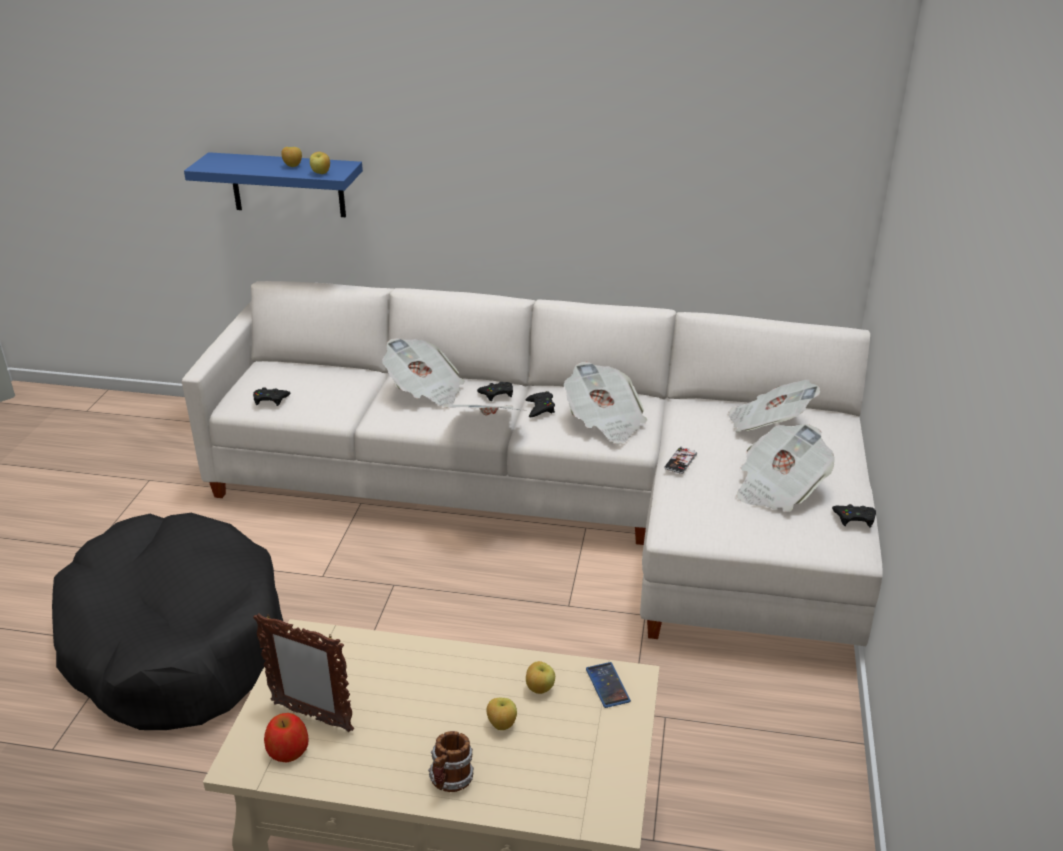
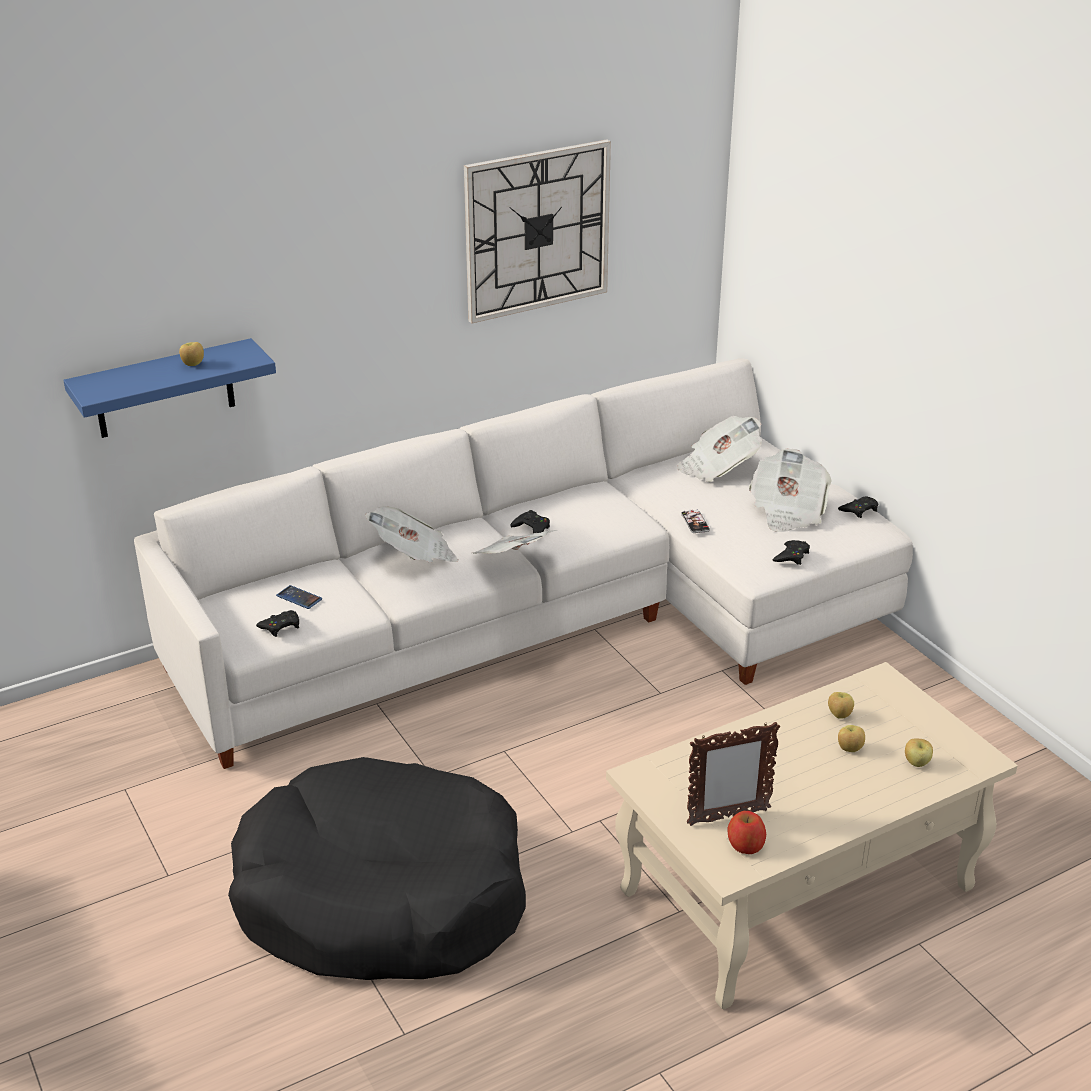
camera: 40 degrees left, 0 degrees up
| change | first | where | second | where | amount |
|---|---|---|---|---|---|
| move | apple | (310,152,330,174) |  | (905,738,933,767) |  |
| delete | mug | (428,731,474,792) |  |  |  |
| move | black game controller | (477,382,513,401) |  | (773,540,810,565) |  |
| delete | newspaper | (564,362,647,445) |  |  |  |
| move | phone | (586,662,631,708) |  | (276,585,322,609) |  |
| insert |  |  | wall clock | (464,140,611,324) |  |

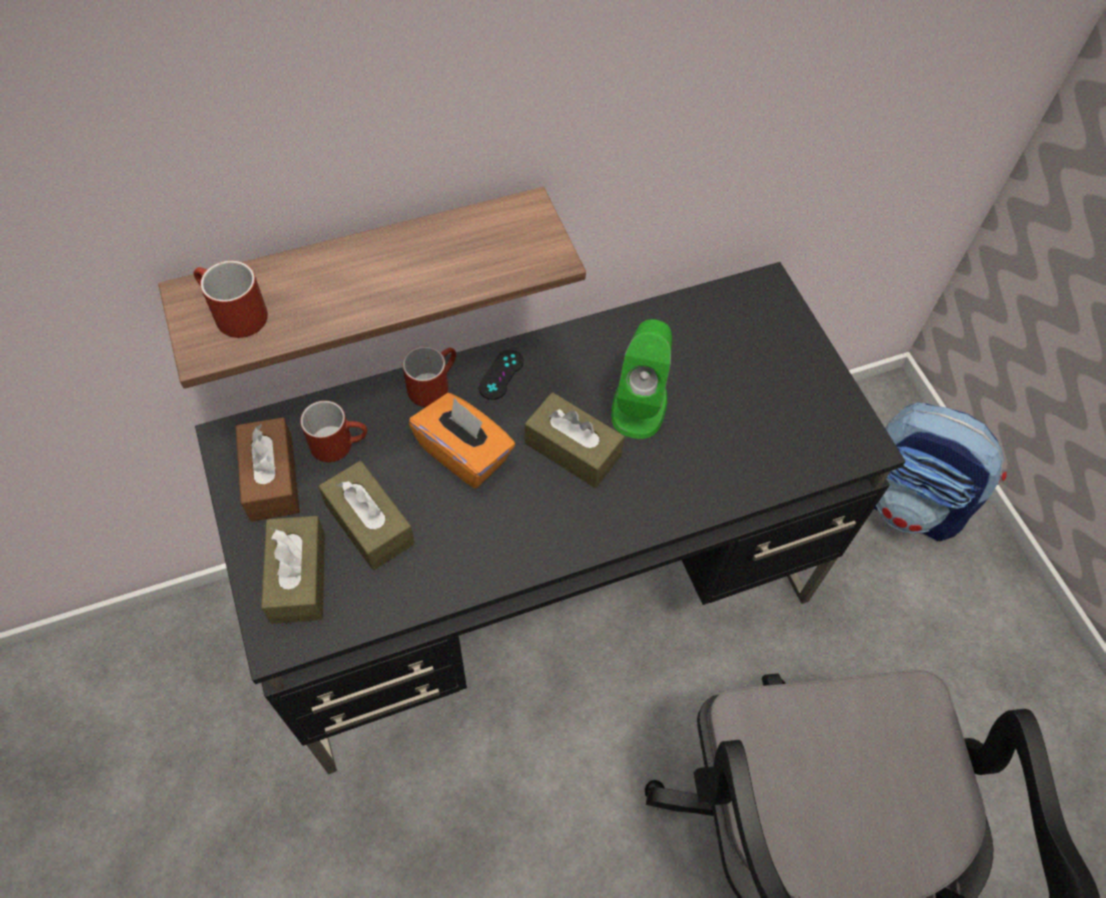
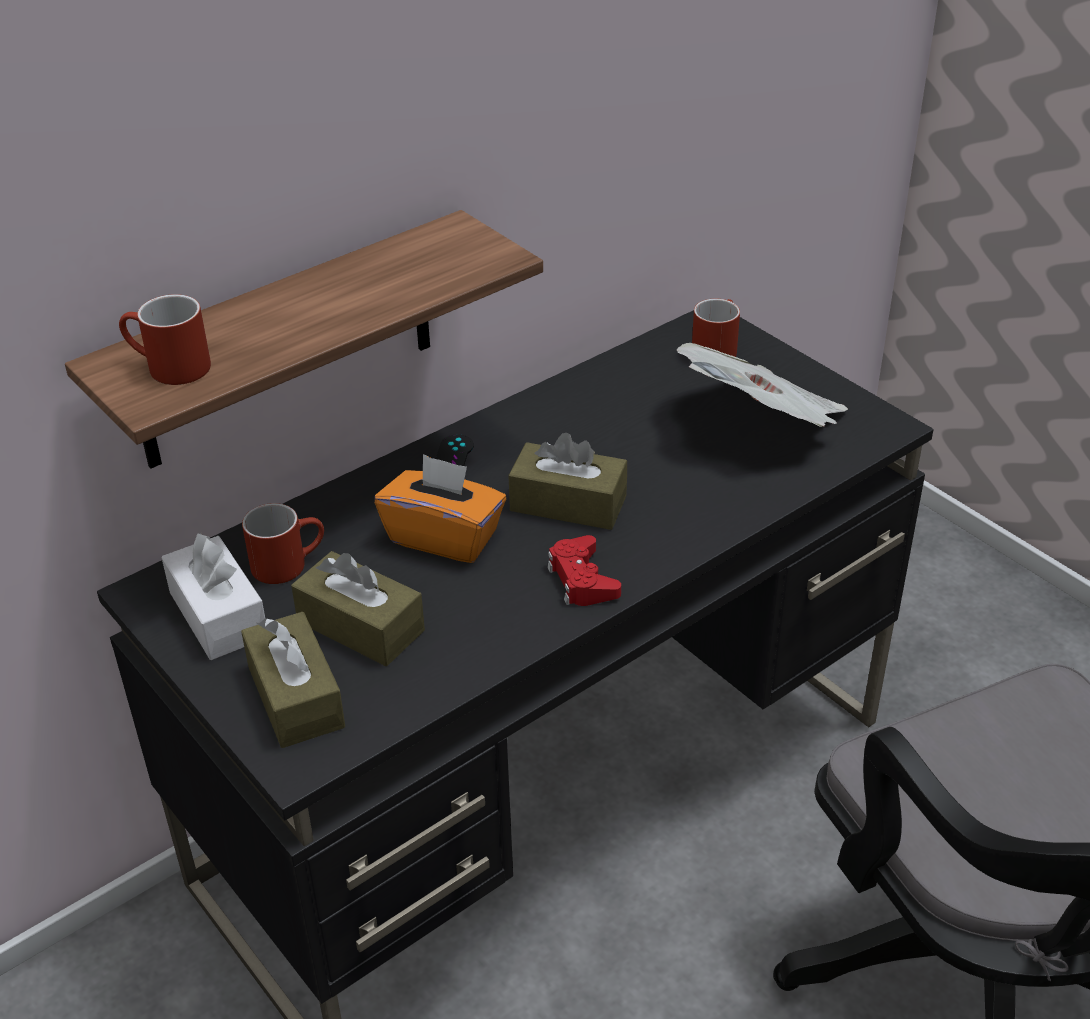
camera: 15 degrees left, 20 degrees down
| change | first | where | second | where | amount |
|---|---|---|---|---|---|
| recolor | brown tissue box | (236,417,300,522) | white tissue box | (161,533,265,660) |  |
| move | red mug | (403,347,456,407) |  | (692,299,740,357) |  |
| delete | green speaker | (611,319,672,439) |  |  |  |
| delete | backpack | (874,402,1007,541) |  |  |  |
| insert |  |  | red game controller | (547,535,621,606) |  |
| insert |  |  | newspaper | (677,343,848,427) |  |

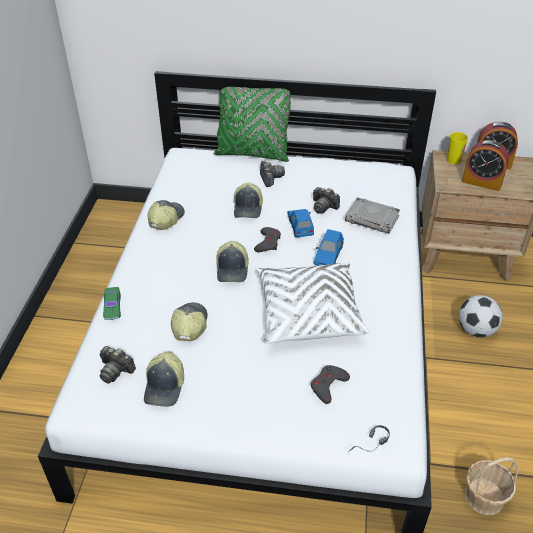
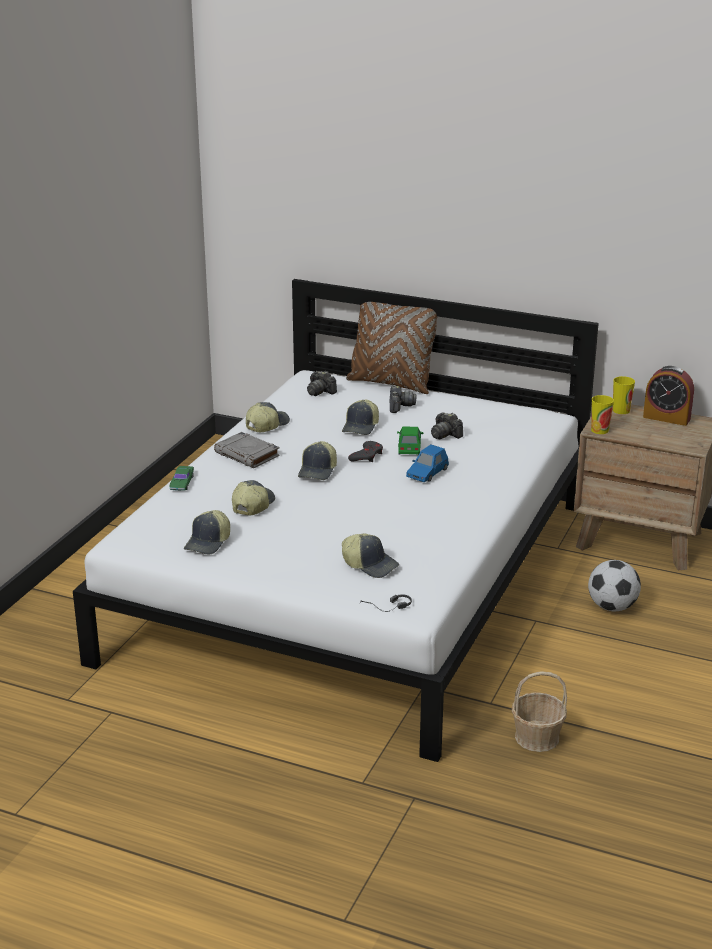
camera: 15 degrees right, 15 degrees down
| change | first | where | second | where | amount |
|---|---|---|---|---|---|
| move | photo camera | (99,346,136,383) |  | (307,371,337,396) |  |
| recolor | green pillow | (214,87,291,162) | brown pillow | (346,302,438,394) |  |
| delete | white pillow | (256,263,369,344) |  |  |  |
| recolor | blue toy car | (287,209,314,237) | green toy car | (397,426,424,455) |  |
| replace | grey game controller | (311,365,350,404) | cap | (342,534,399,578) |  |
| move | grey book | (345,197,400,234) |  | (214,432,280,468) |  |
| delete | alarm clock | (462,140,509,191) |  |  |  |
| insert |  |  | cup | (591,395,614,434) |  |

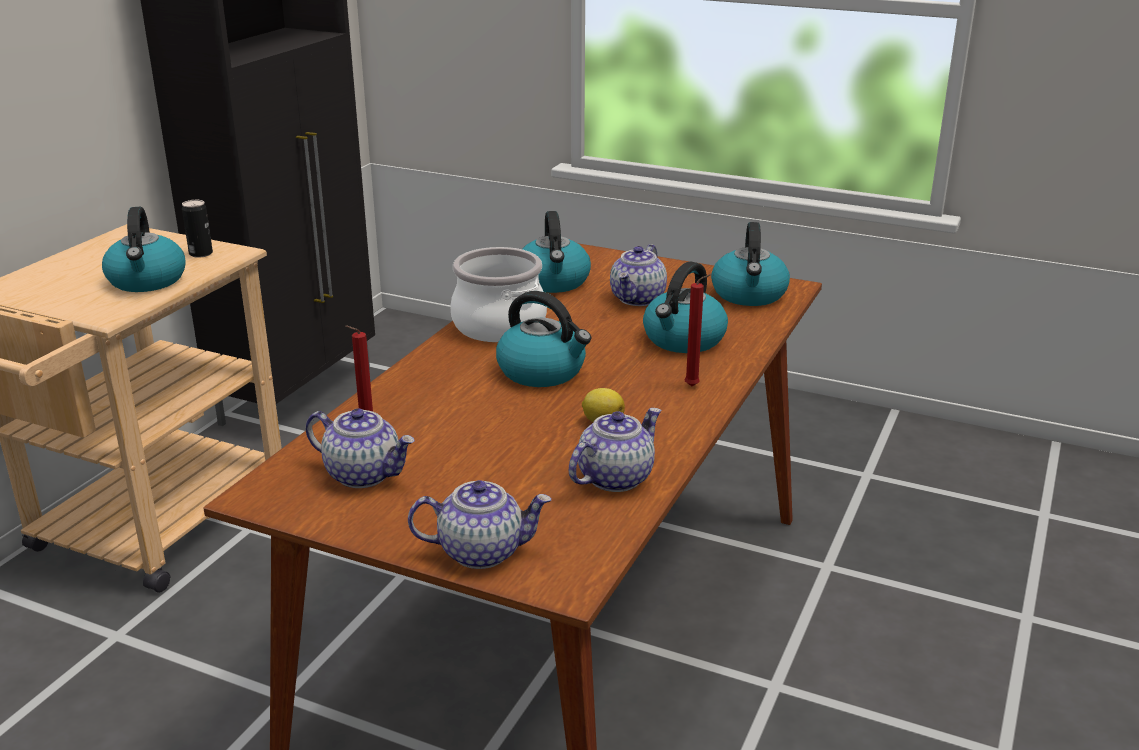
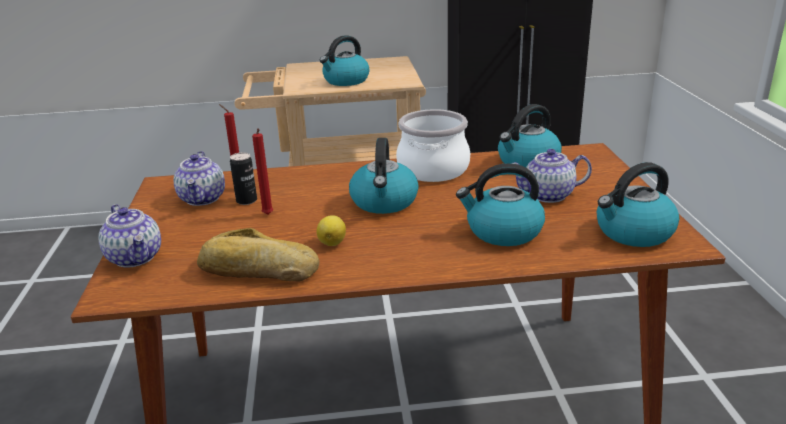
camera: 60 degrees right, 0 degrees up
| change | first | where | second | where | amount |
|---|---|---|---|---|---|
| move | can | (182,200,213,258) |  | (230,152,257,205) |  |
| replace | teapot | (569,408,661,492) | bread | (197,228,319,281) |  |
| move | red candle | (685,274,712,386) |  | (252,128,273,215) |  |

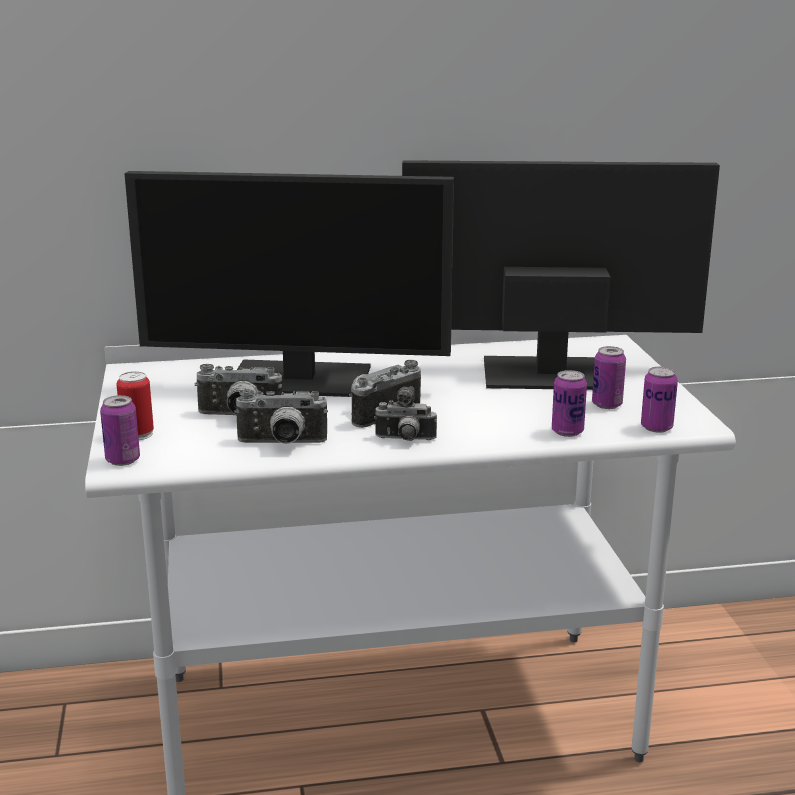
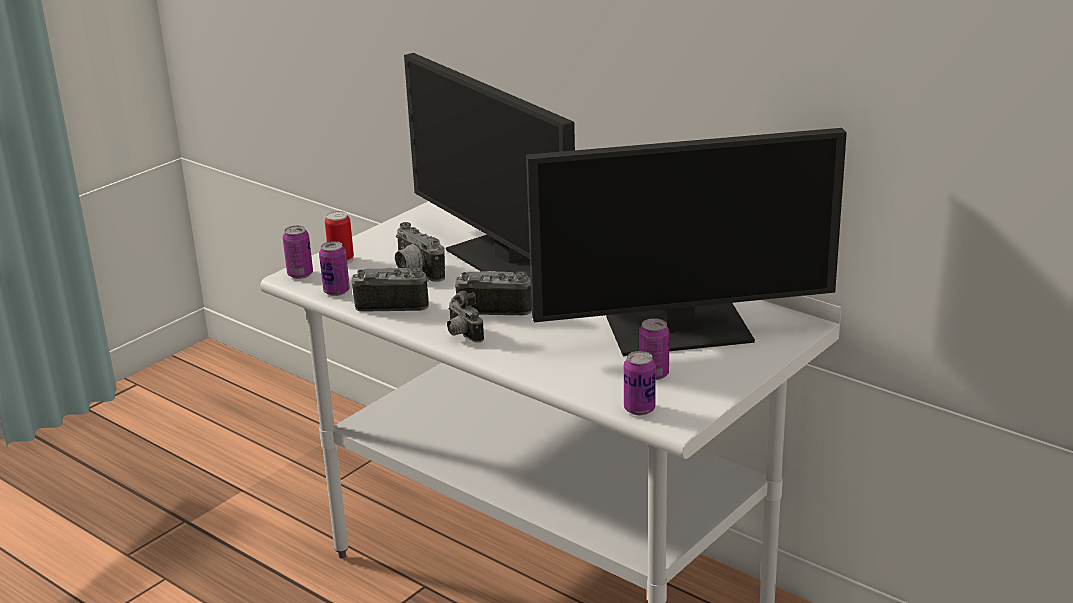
camera: 50 degrees right, 5 degrees up
| change | first | where | second | where | amount |
|---|---|---|---|---|---|
| rotate | photo camera | (234,389,328,444) |  | (352,267,429,312) | 135 degrees clockwise |
| rotate | monitor | (402,160,720,390) |  | (526,128,847,356) | 120 degrees clockwise |
| move | can | (552,370,587,437) |  | (319,241,350,296) |  |

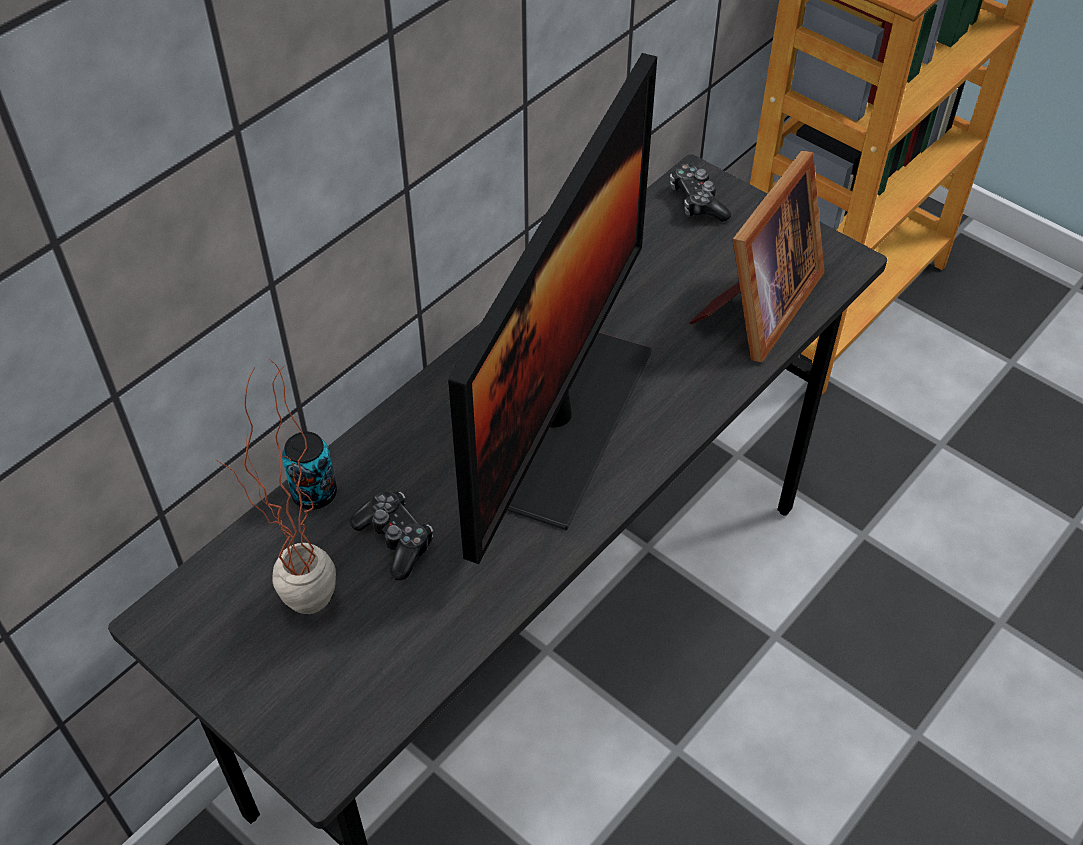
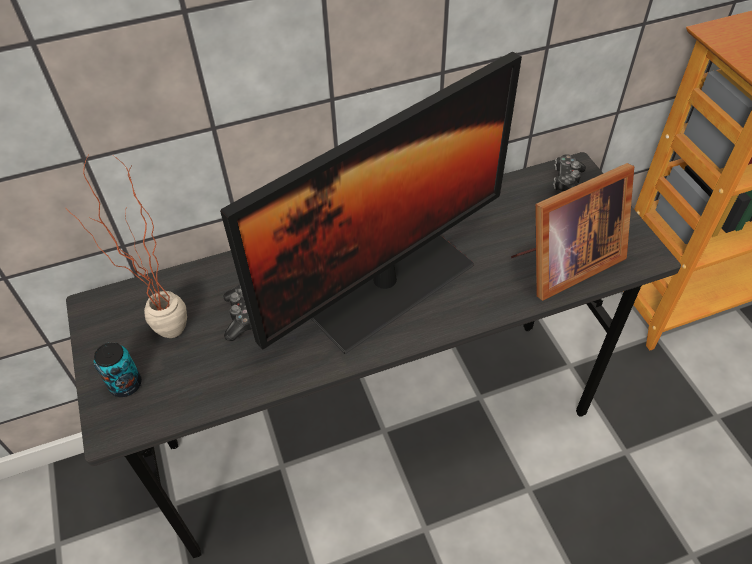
camera: 30 degrees right, 0 degrees up
| change | first | where | second | where | amount |
|---|---|---|---|---|---|
| move | can | (282,432,337,510) |  | (94,342,142,397) |  |

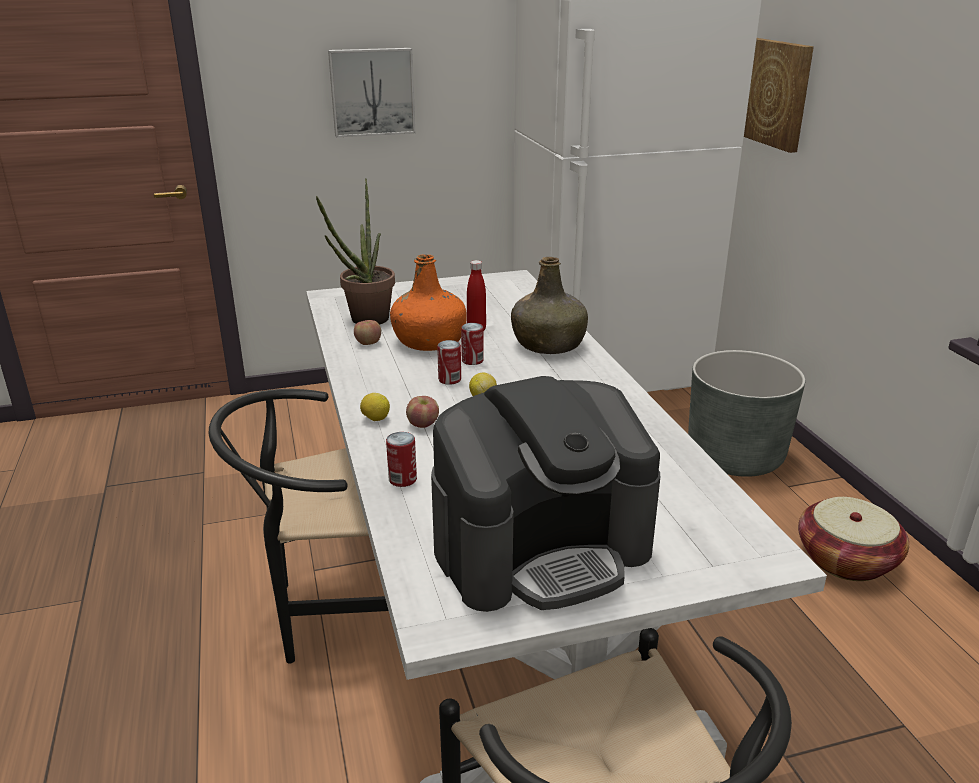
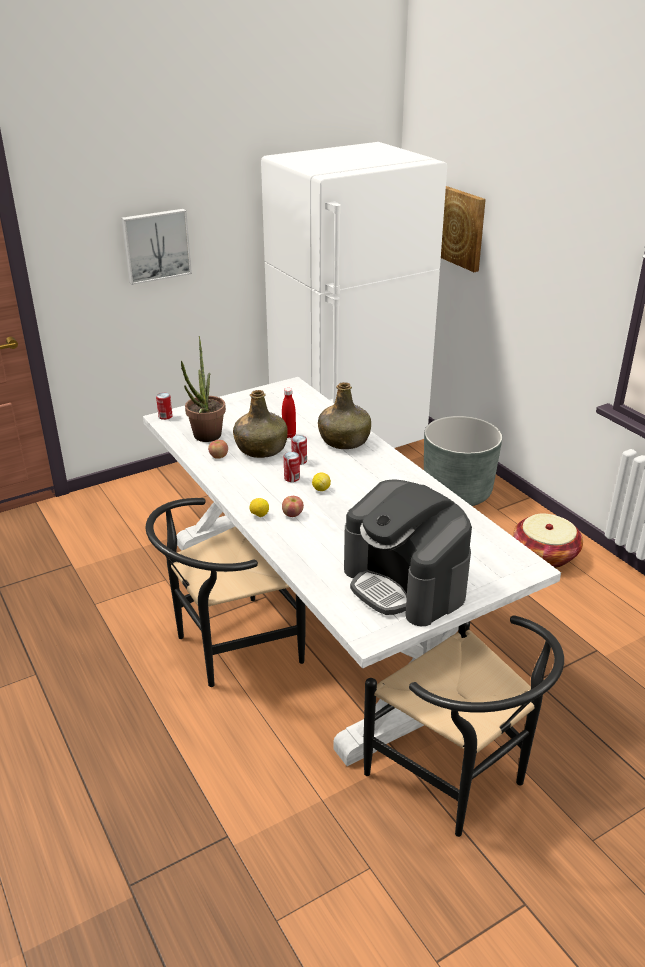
camera: 15 degrees left, 5 degrees up
| change | first | where | second | where | amount |
|---|---|---|---|---|---|
| move | can | (386,432,417,487) |  | (156,393,173,420) |  |
| recolor | orange bottle | (390,254,466,351) | green bottle | (233,390,288,458) |  |
| rotate | coffee machine | (431,376,660,612) |  | (344,480,472,626) | 90 degrees clockwise |

